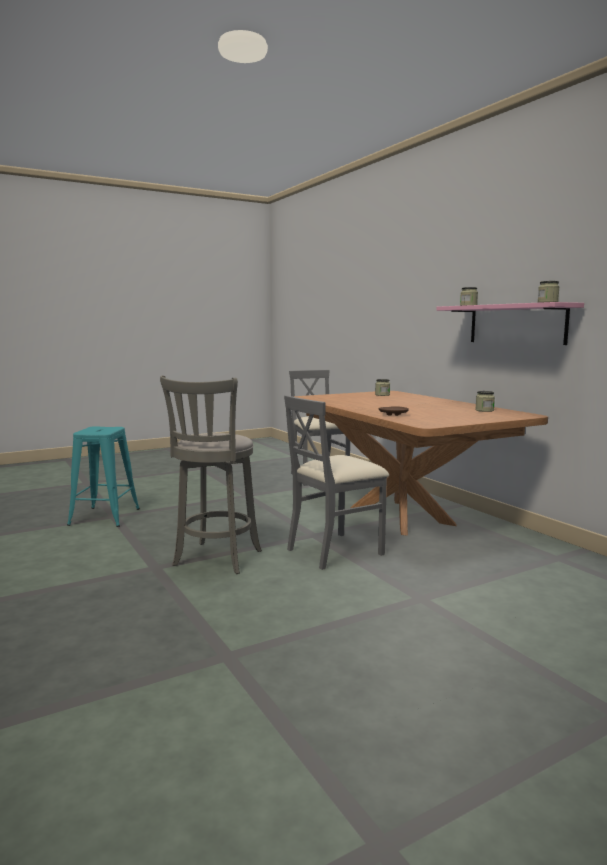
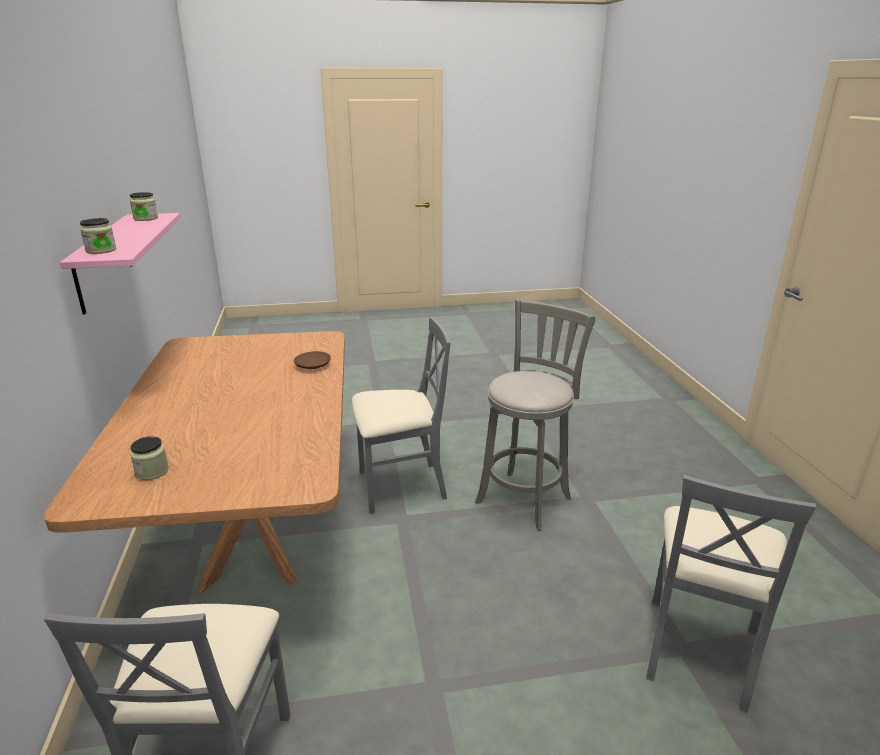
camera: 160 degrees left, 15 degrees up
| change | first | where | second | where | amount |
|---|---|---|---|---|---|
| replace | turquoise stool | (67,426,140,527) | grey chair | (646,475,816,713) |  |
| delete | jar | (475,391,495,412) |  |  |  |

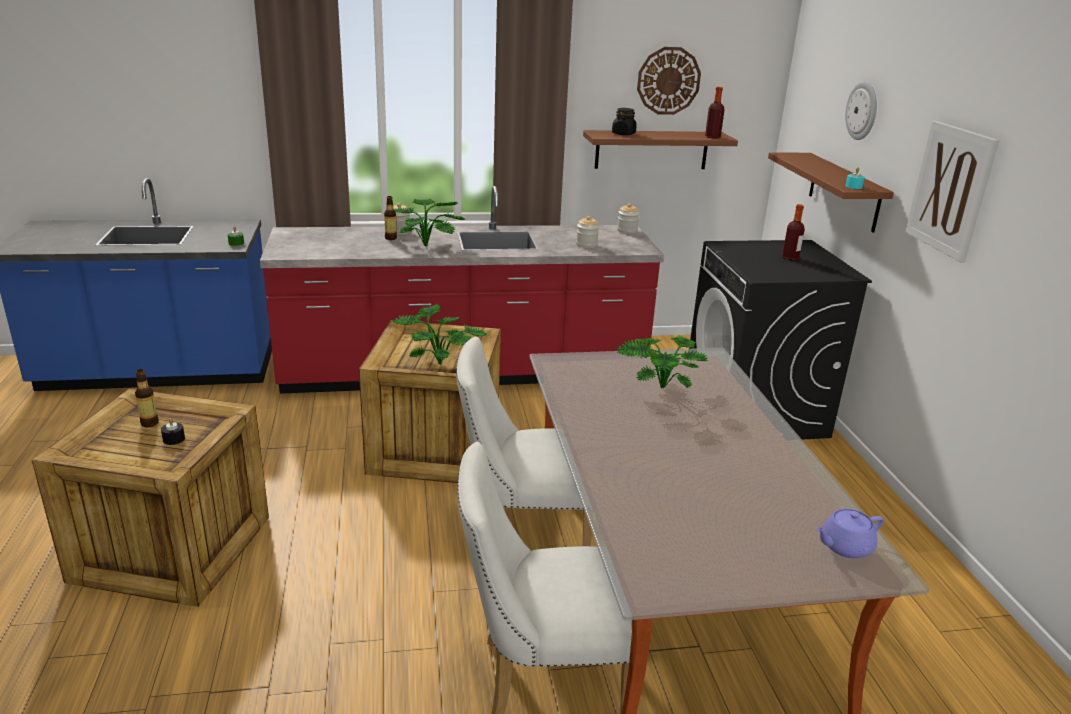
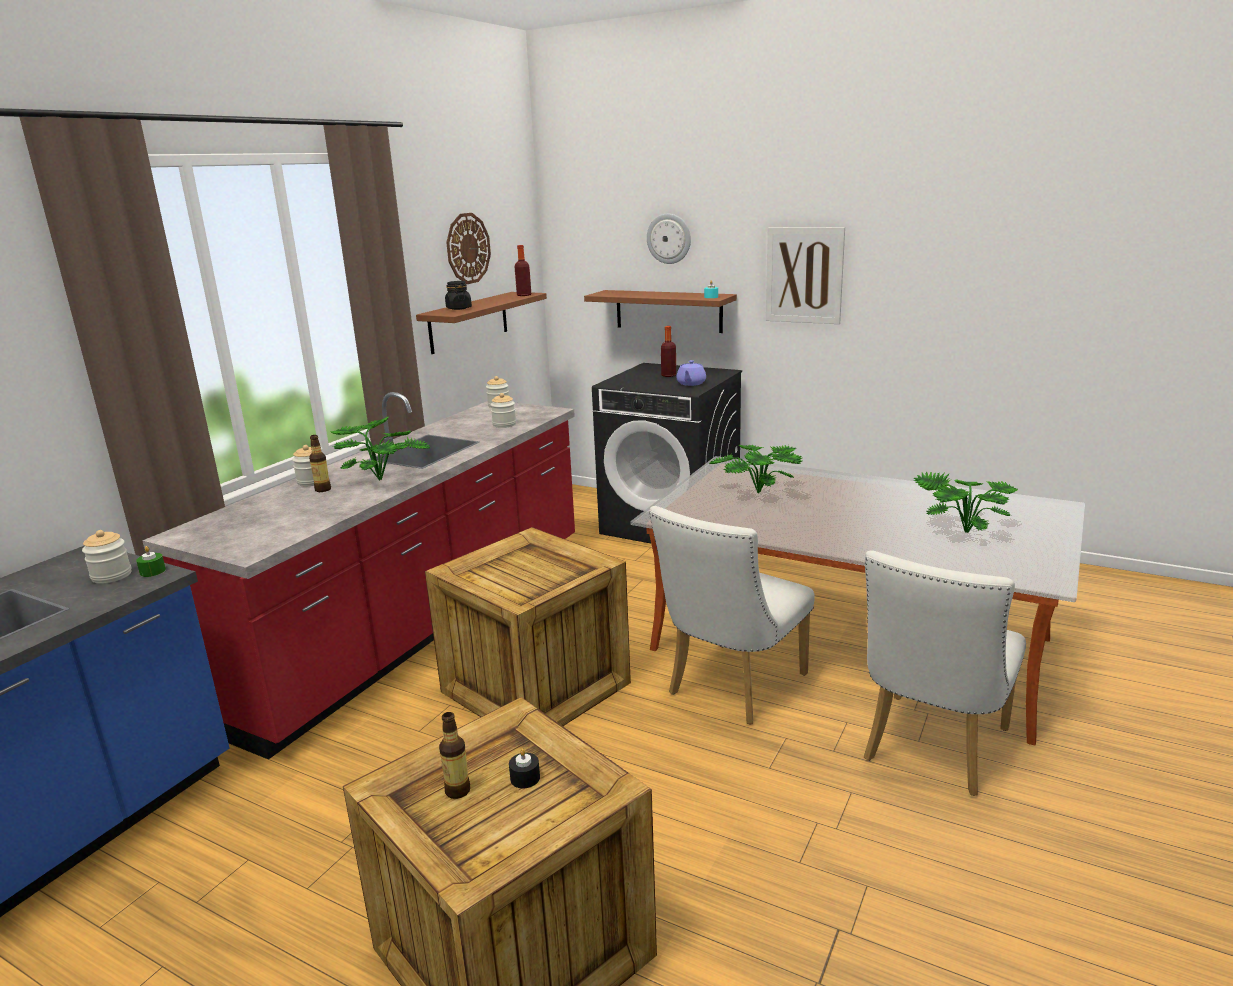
camera: 50 degrees left, 5 degrees down
| change | first | where | second | where | amount |
|---|---|---|---|---|---|
| move | potted plant | (392,304,487,365) |  | (914,471,1019,533) |  |
| move | purple teapot | (816,509,884,558) |  | (676,360,706,386) |  |
| insert |  |  | jar | (82,530,132,584) |  |

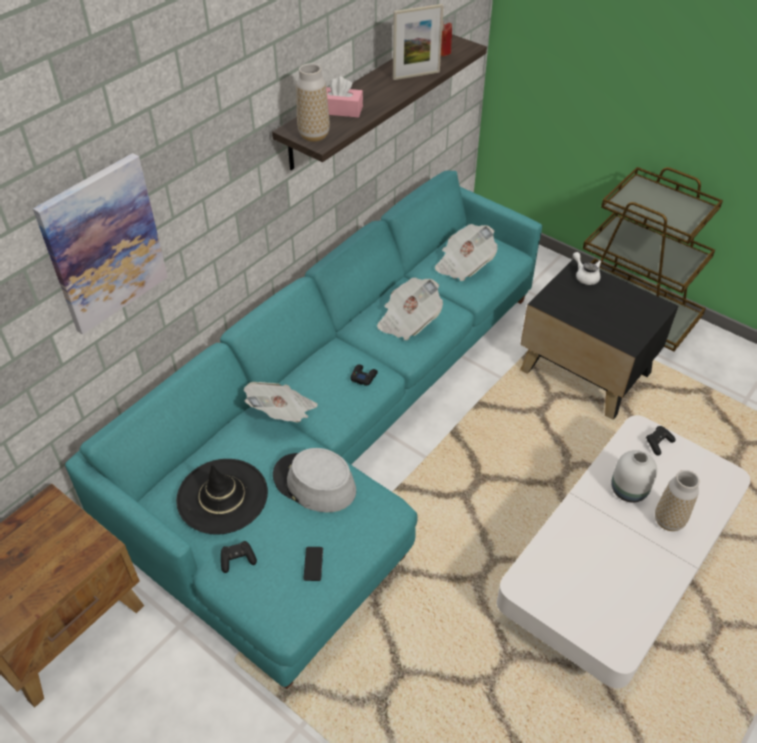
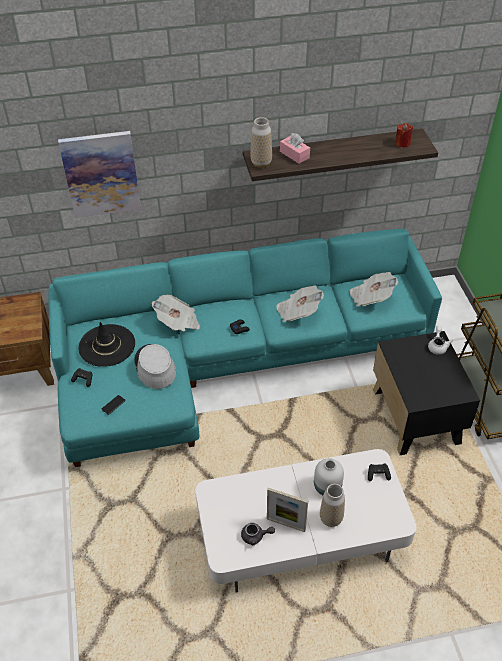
camera: 40 degrees right, 0 degrees up
| change | first | where | second | where | amount |
|---|---|---|---|---|---|
| move | picture frame | (393,4,444,80) |  | (267,488,308,532) |  |
| insert |  |  | grey teapot | (241,523,275,545) |  |

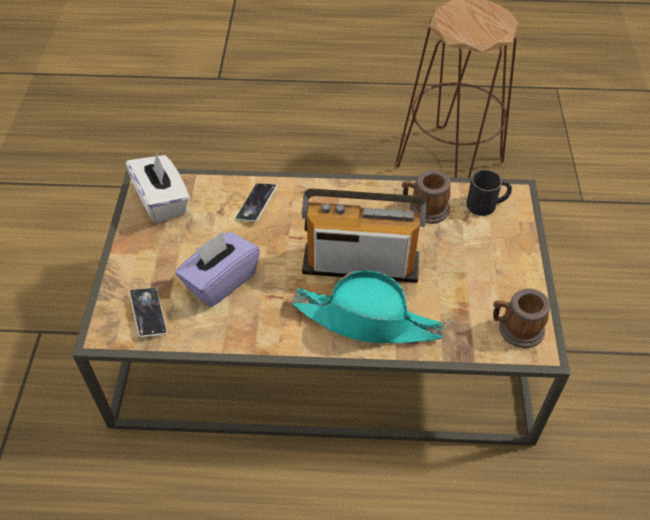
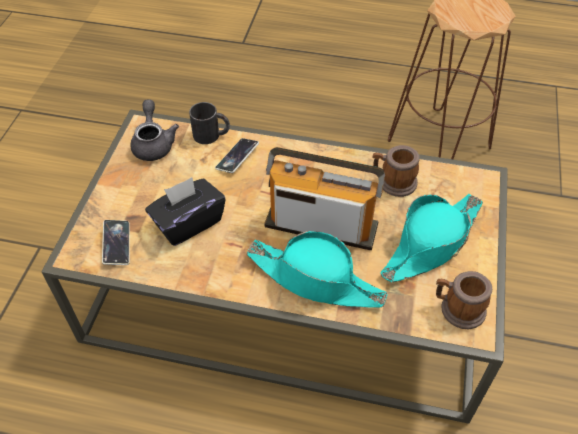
camera: 10 degrees right, 0 degrees up
| change | first | where | second | where | amount |
|---|---|---|---|---|---|
| replace | white tissue box | (126,152,190,224) | grey teapot | (130,99,179,161) |  |
| recolor | purple tissue box | (175,231,260,307) | black tissue box | (145,177,226,246) |  |
| move | black mug | (466,170,512,216) |  | (189,102,230,144) |  |
| insert |  |  | turquoise hat | (380,194,483,282) |  |

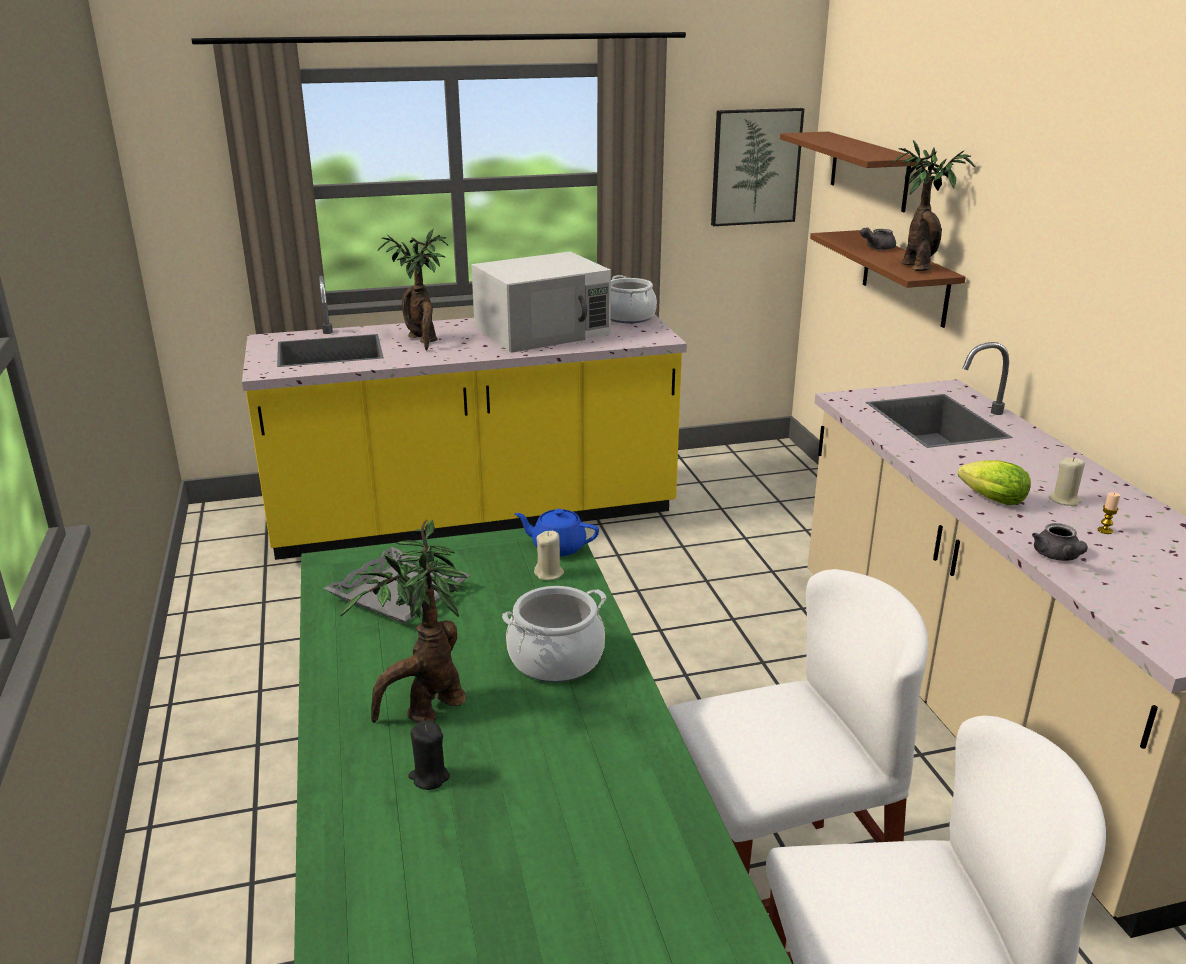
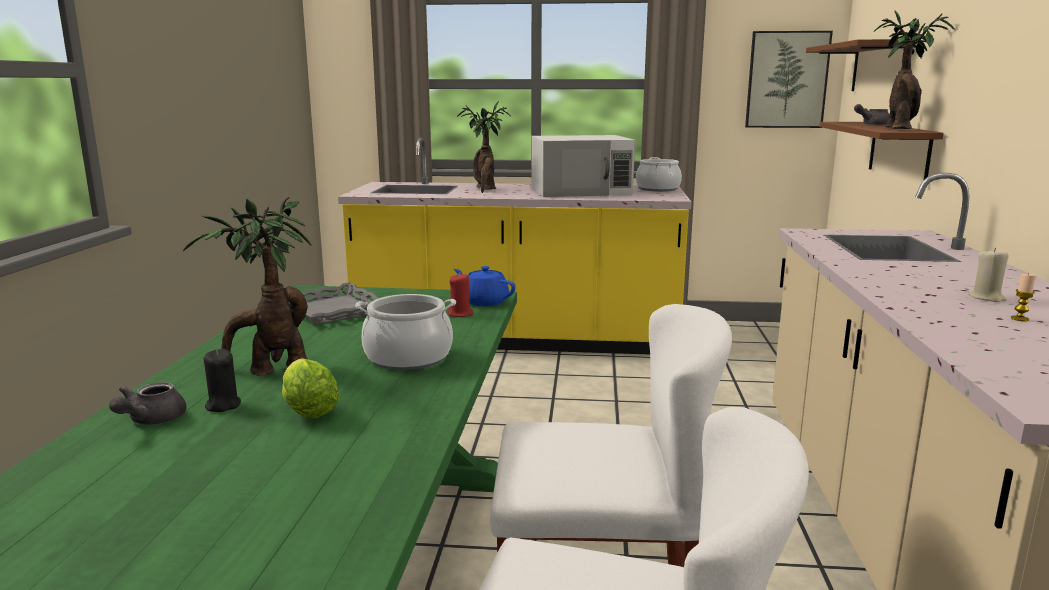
camera: 20 degrees right, 10 degrees down
| change | first | where | second | where | amount |
|---|---|---|---|---|---|
| recolor | beige candle | (534,531,564,580) | red candle | (448,273,473,317) |  |
| move | lettuce | (958,460,1031,505) |  | (282,359,339,418) |  |
| move | grey teapot | (1032,523,1088,561) |  | (109,382,186,425) |  |

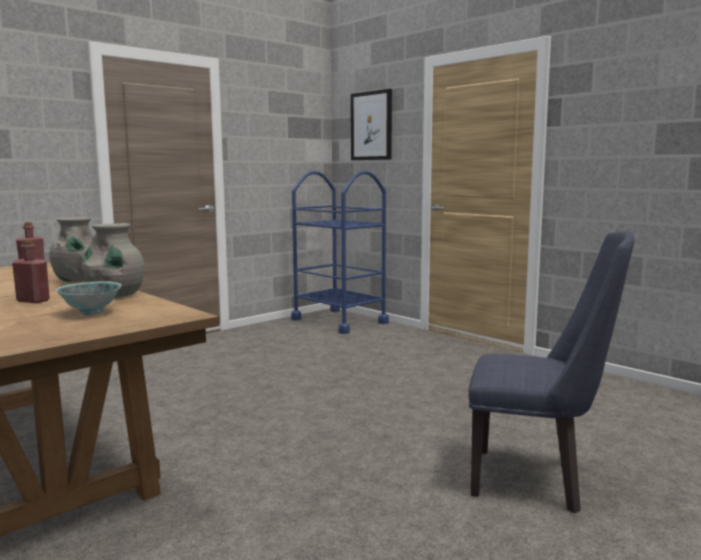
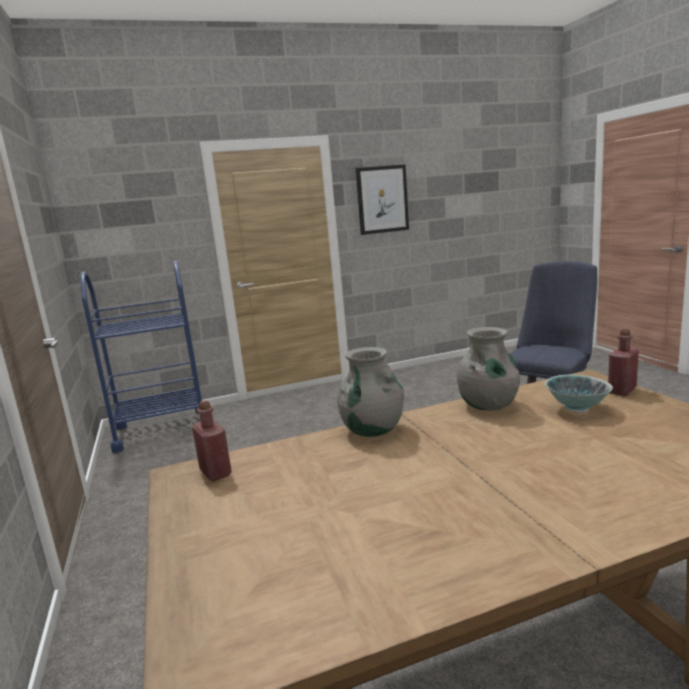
camera: 65 degrees left, 5 degrees up
| change | first | where | second | where | amount |
|---|---|---|---|---|---|
| move | red bottle | (12,239,50,303) |  | (608,329,639,396) |  |
| move | picture | (351,89,392,160) |  | (356,164,409,235) |  |

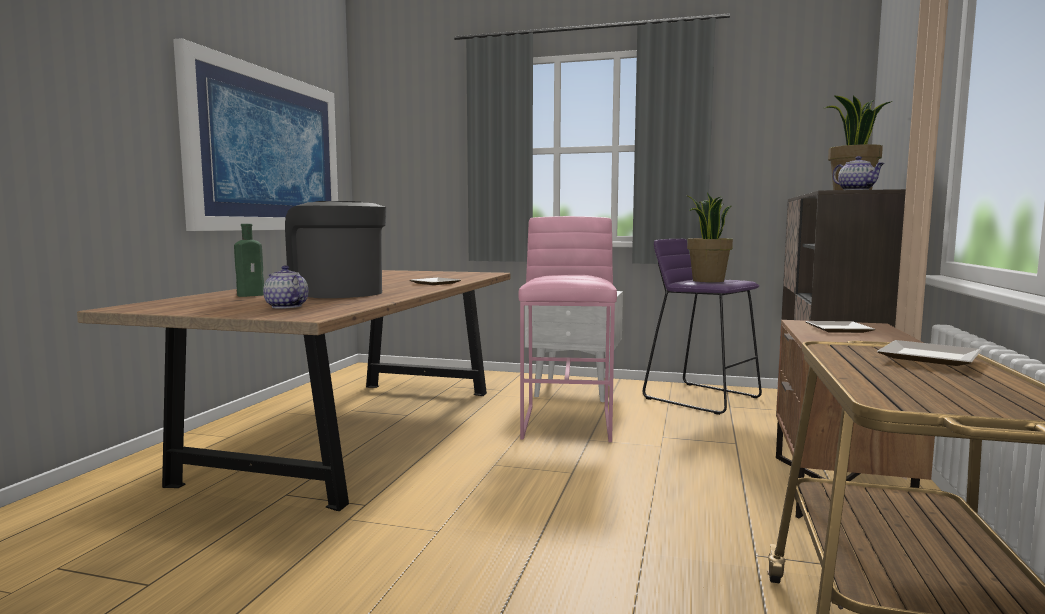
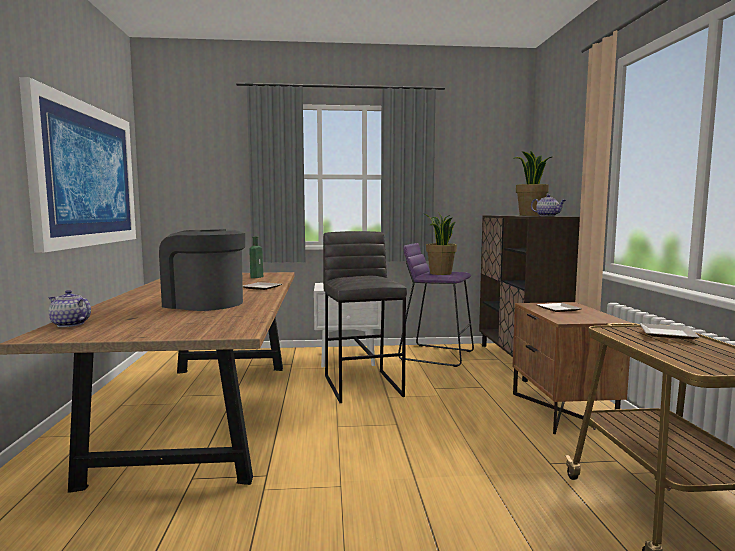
camera: 20 degrees left, 0 degrees up
| change | first | where | second | where | amount |
|---|---|---|---|---|---|
| move | green bottle | (234,224,264,297) |  | (250,237,263,278) |  |
| move | teapot | (263,266,308,309) |  | (49,290,91,327) |  |
| recolor | pink stool | (518,216,617,442) | grey stool | (323,231,407,403) |  |

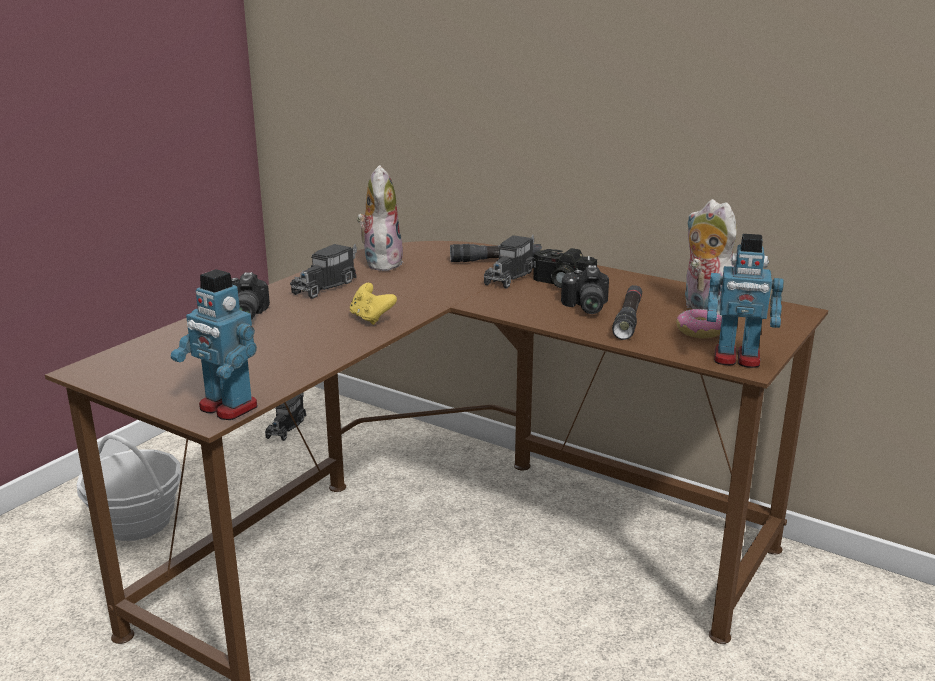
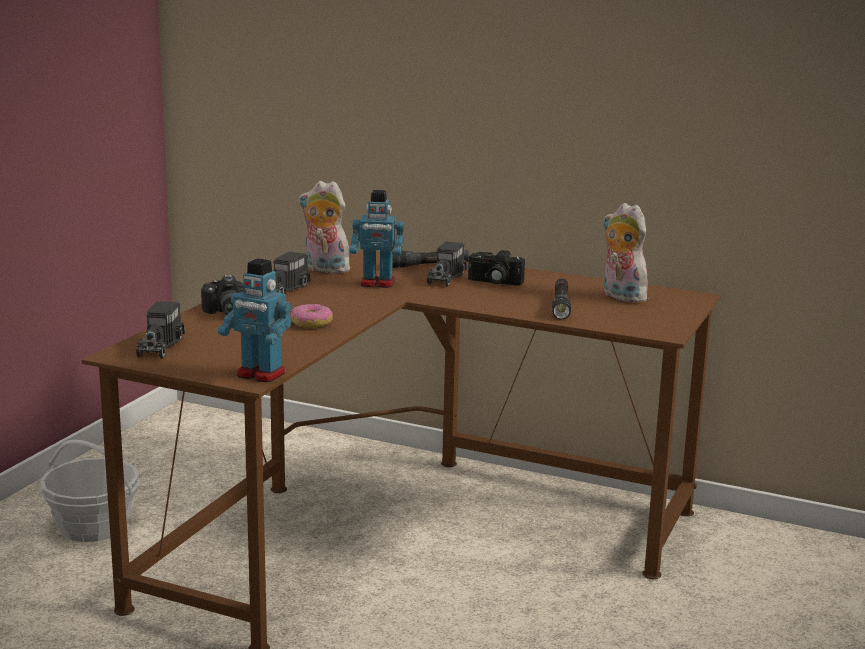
camera: 10 degrees left, 5 degrees down
| change | first | where | second | where | amount |
|---|---|---|---|---|---|
| move | toy truck | (265,393,306,441) |  | (136,298,185,358) |  |
| delete | yellow game controller | (350,283,397,325) |  |  |  |
| rotate | plush toy | (357,165,403,271) |  | (298,181,350,274) | 60 degrees counterclockwise |
| delete | photo camera | (561,265,609,314) |  |  |  |
| move | donut | (676,309,722,338) |  | (290,304,333,328) |  |
| move | toy robot | (707,234,784,368) |  | (350,190,404,288) |  |

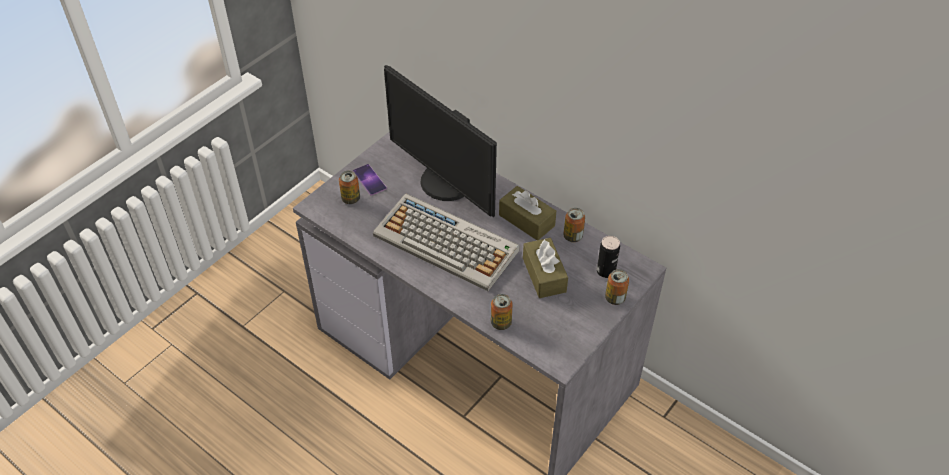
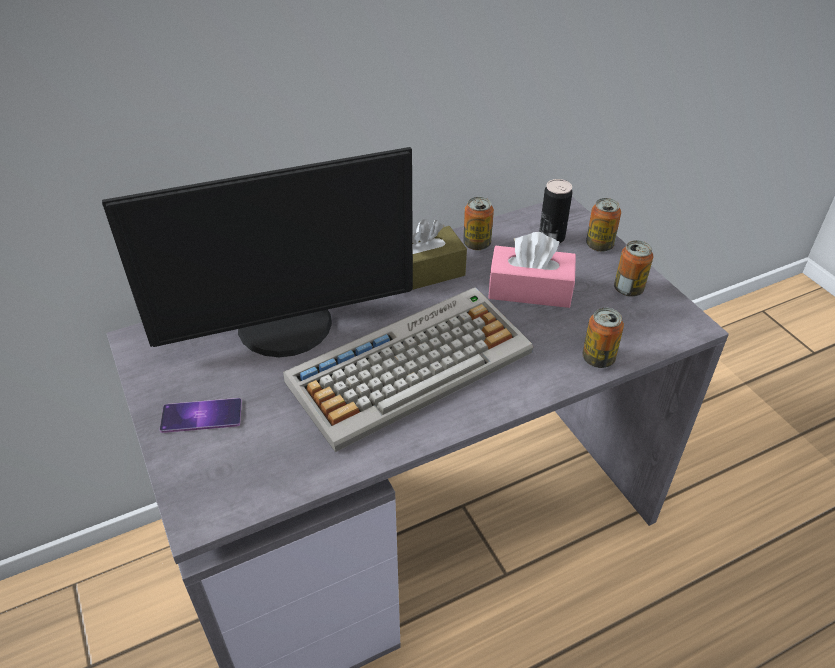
camera: 65 degrees left, 5 degrees down
| change | first | where | second | where | amount |
|---|---|---|---|---|---|
| move | can | (339,171,360,204) |  | (614,240,653,297) |  |
| recolor | brown tissue box | (523,238,568,298) | pink tissue box | (488,232,576,308) |  |

